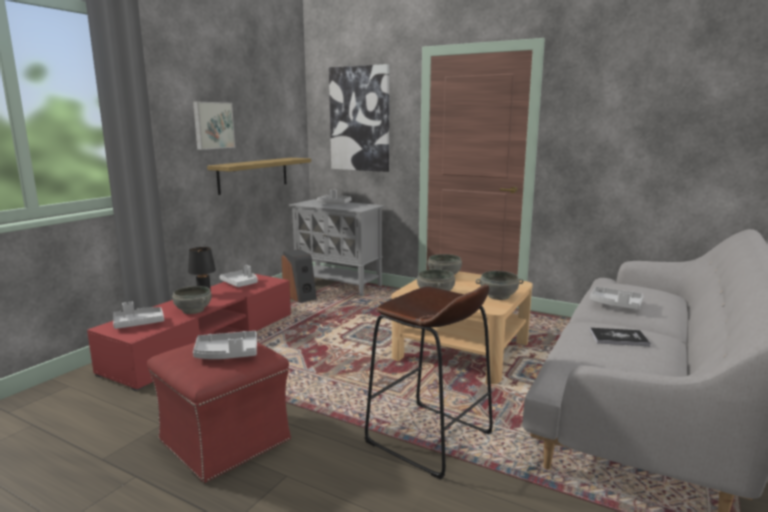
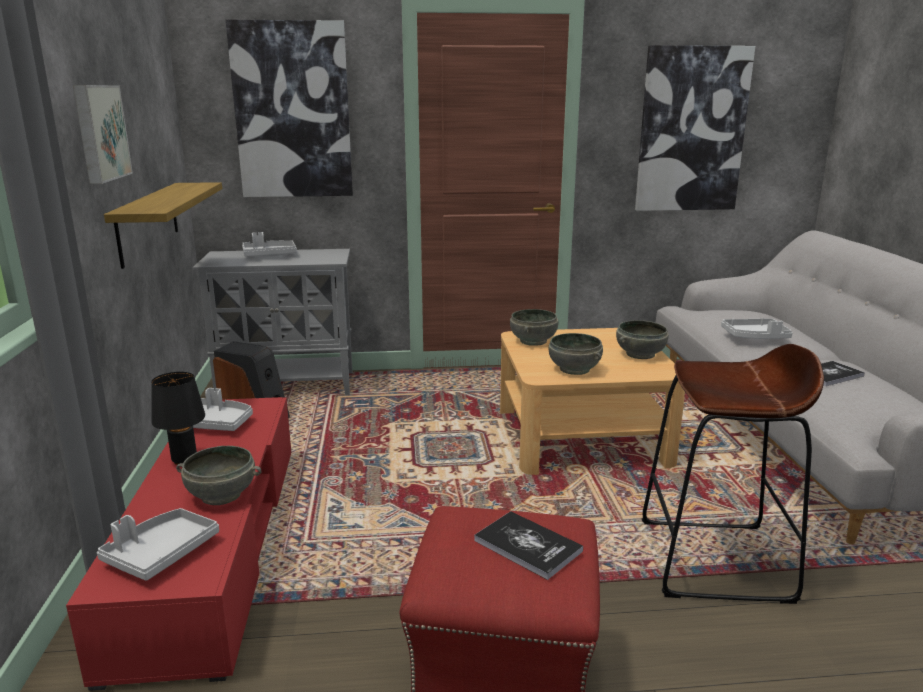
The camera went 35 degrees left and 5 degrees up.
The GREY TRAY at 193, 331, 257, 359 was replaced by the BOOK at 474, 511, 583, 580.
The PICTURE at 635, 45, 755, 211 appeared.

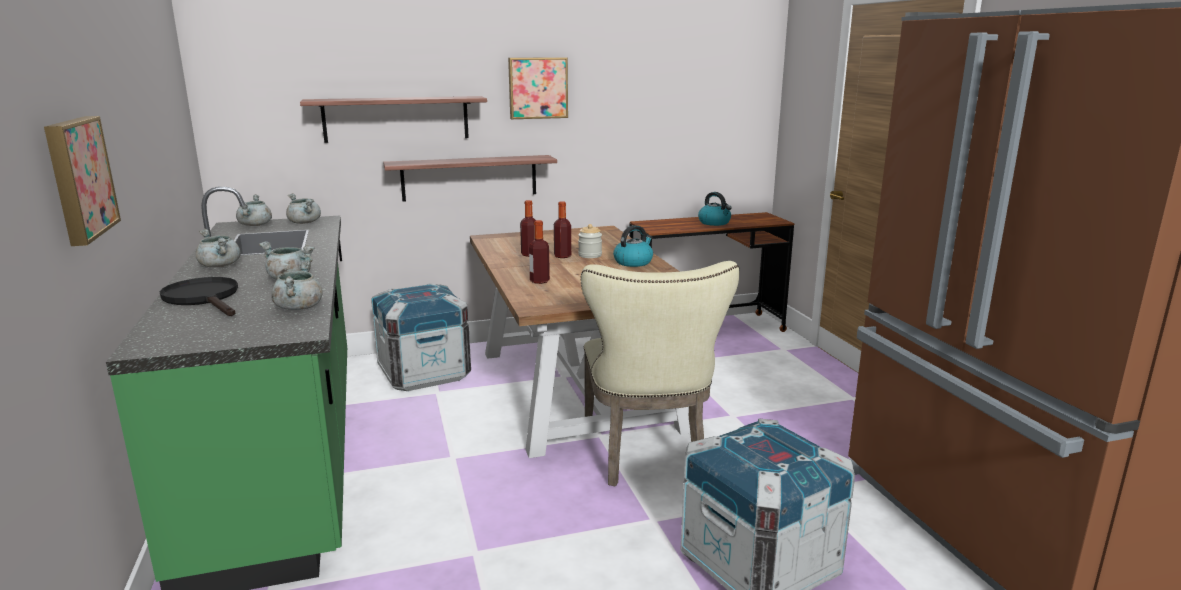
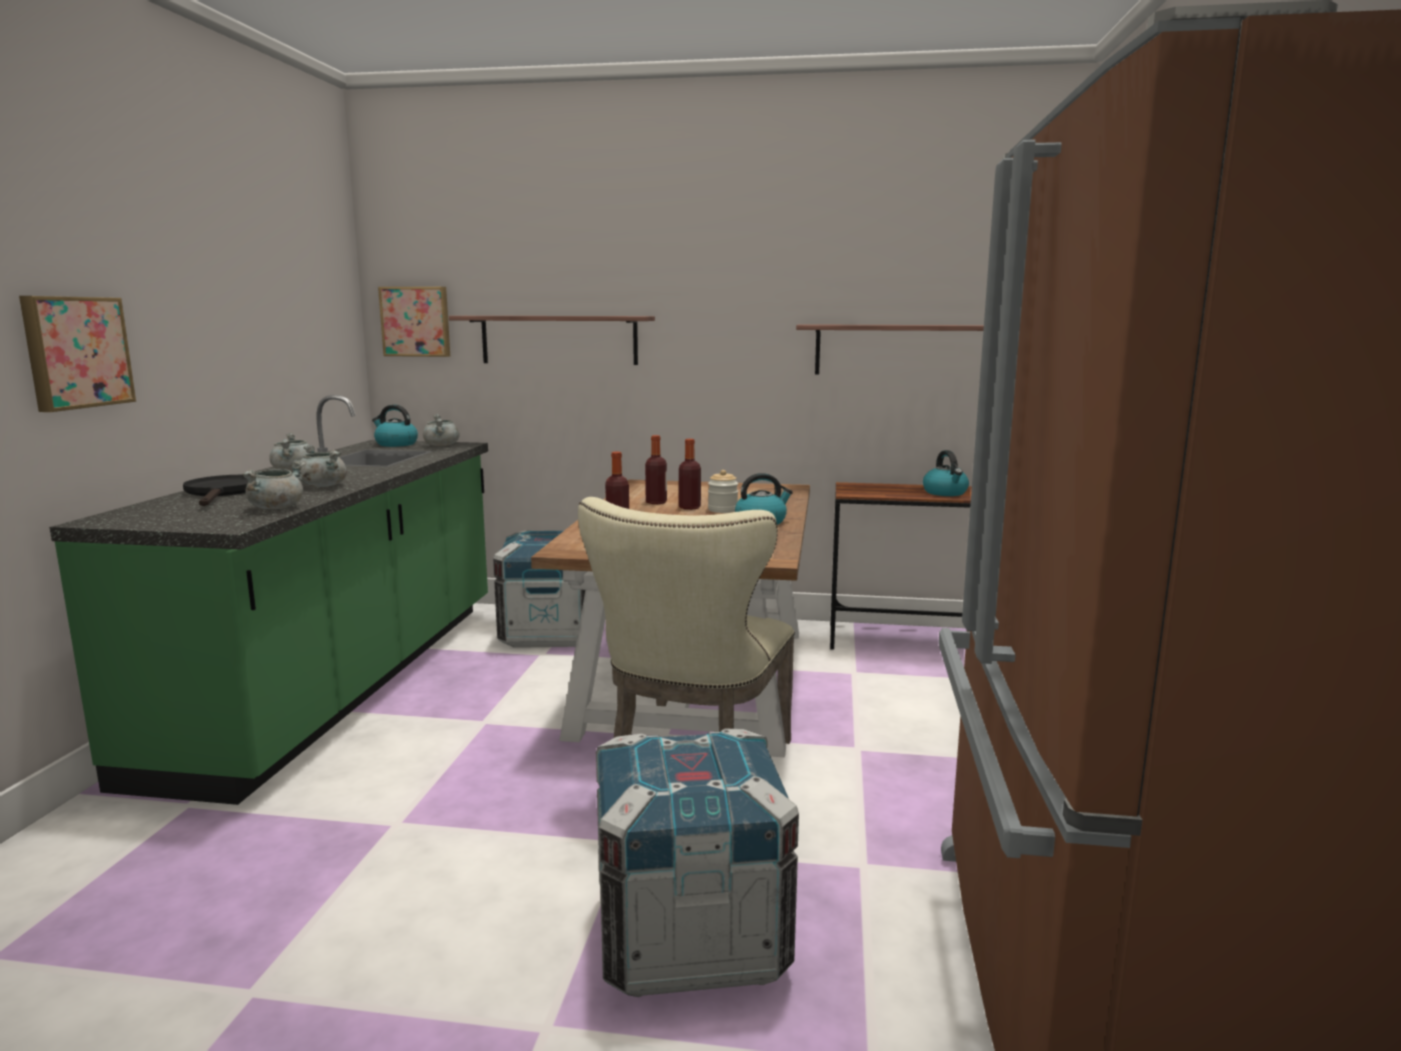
The camera went 25 degrees right and 5 degrees down.
The PICTURE moved from 508, 57, 568, 119 to 378, 287, 450, 357.
The SHELF moved from 383, 155, 557, 202 to 796, 324, 984, 375.
The GREY COOKING POT at 236, 194, 272, 226 was replaced by the KETTLE at 372, 405, 418, 447.

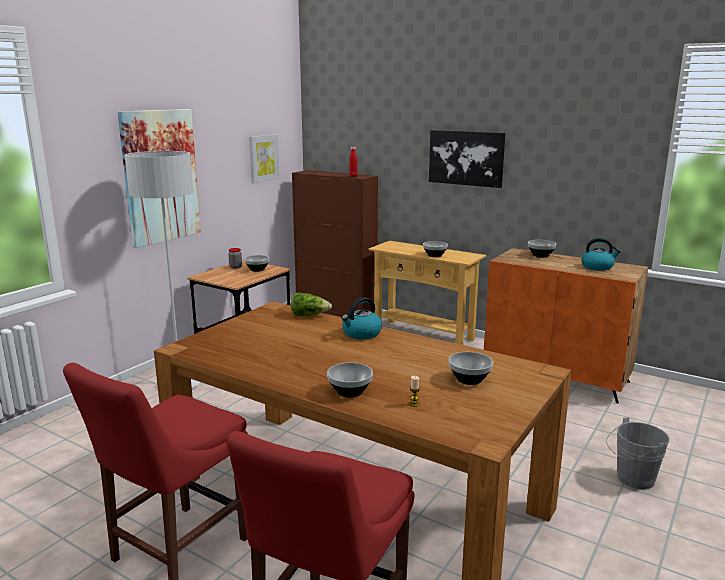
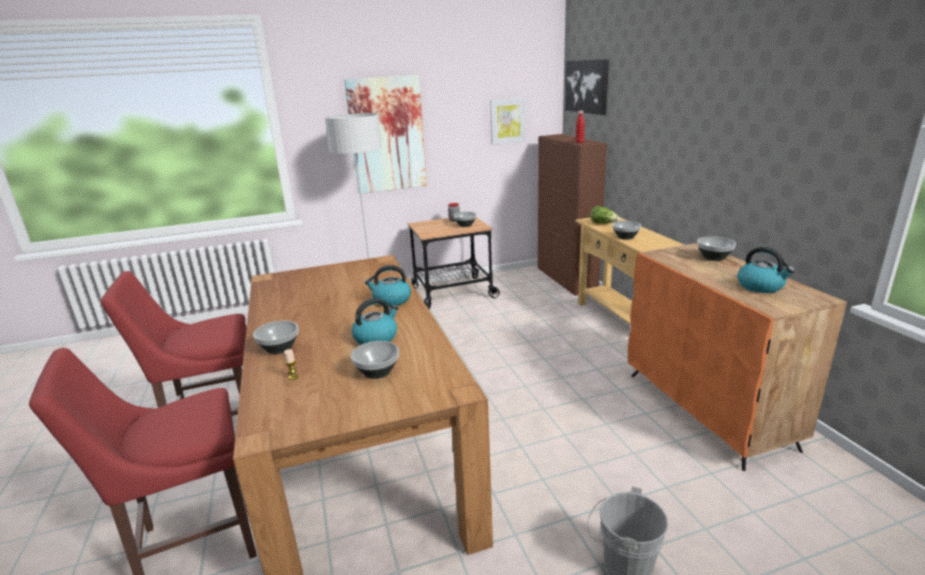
The camera went 40 degrees right and 5 degrees up.
The PICTURE moved from 429, 130, 505, 188 to 565, 59, 609, 115.
The LETTUCE moved from 291, 292, 332, 316 to 590, 206, 620, 224.
The KETTLE at 351, 298, 398, 345 appeared.

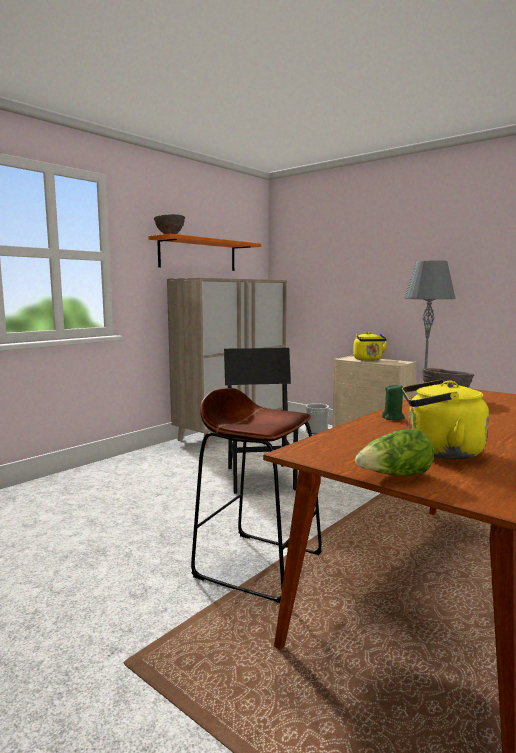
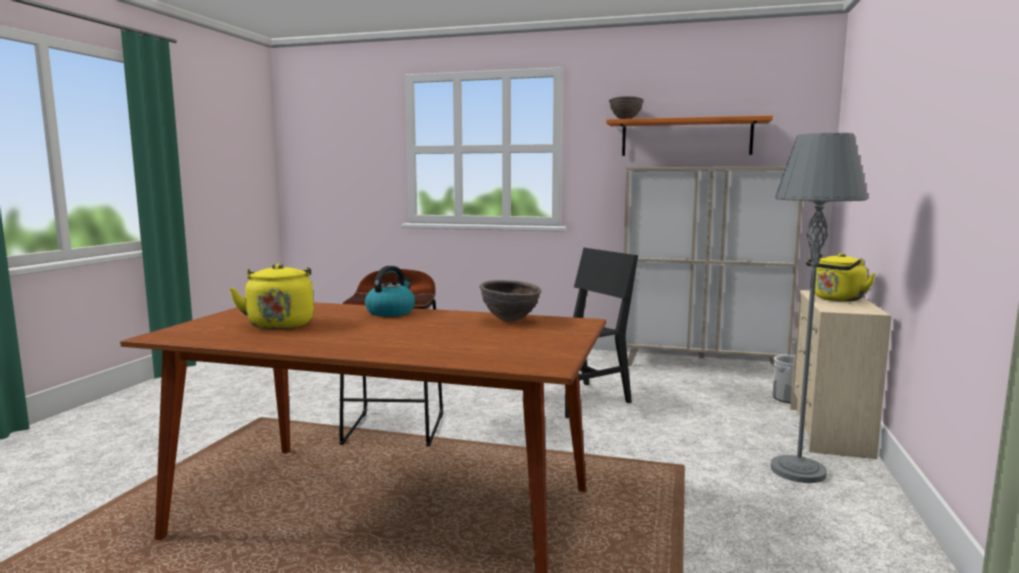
The camera went 65 degrees right and 0 degrees up.
The GREEN CANDLE at 382, 384, 405, 420 was replaced by the KETTLE at 365, 266, 415, 317.
The LETTUCE at 355, 428, 434, 476 disappeared.

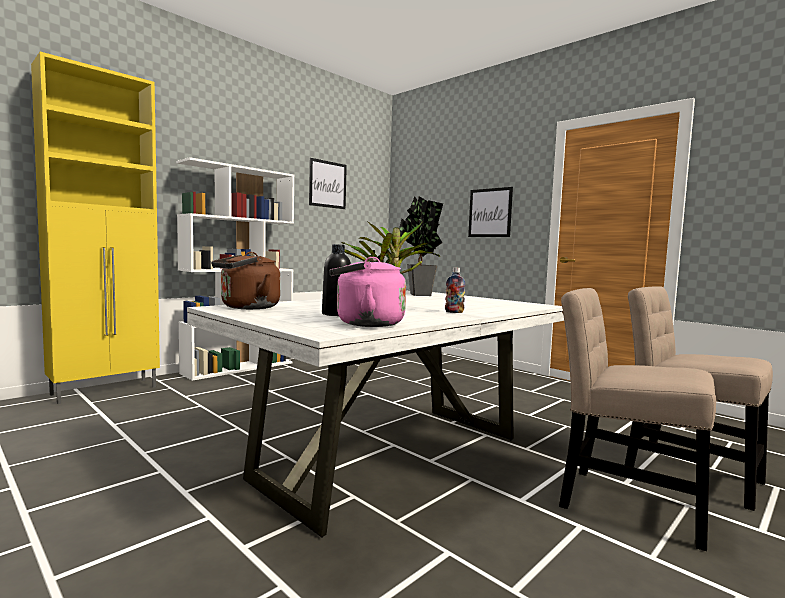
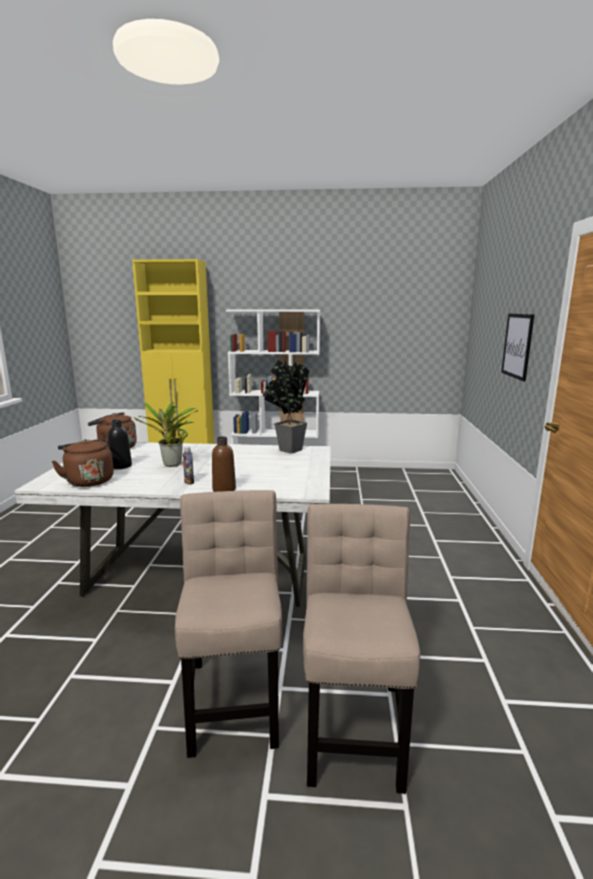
The camera went 50 degrees right and 10 degrees up.
The PICTURE at 309, 158, 347, 209 disappeared.
The PINK KETTLE at 329, 257, 406, 327 became the BROWN KETTLE at 51, 439, 114, 487.
The BROWN BOTTLE at 212, 436, 236, 492 appeared.

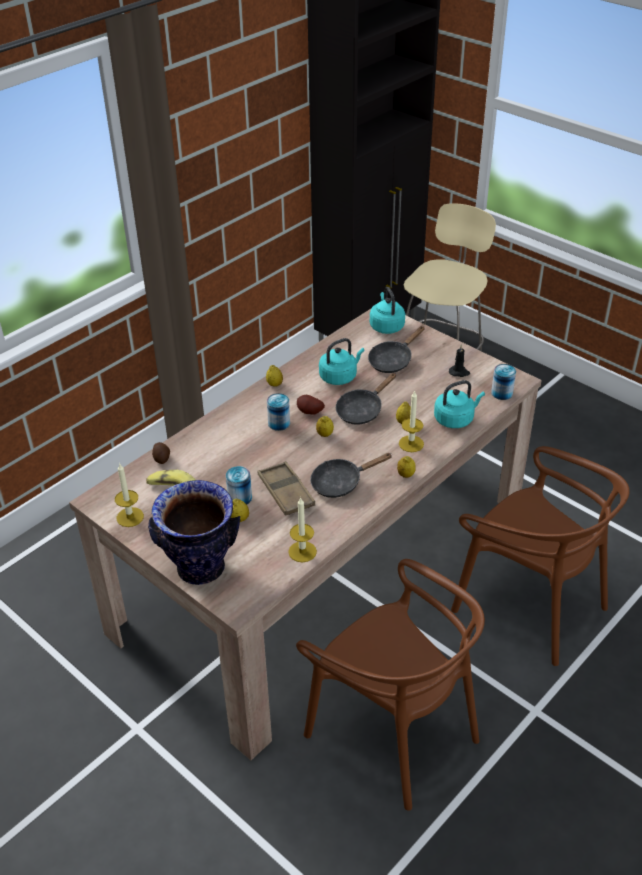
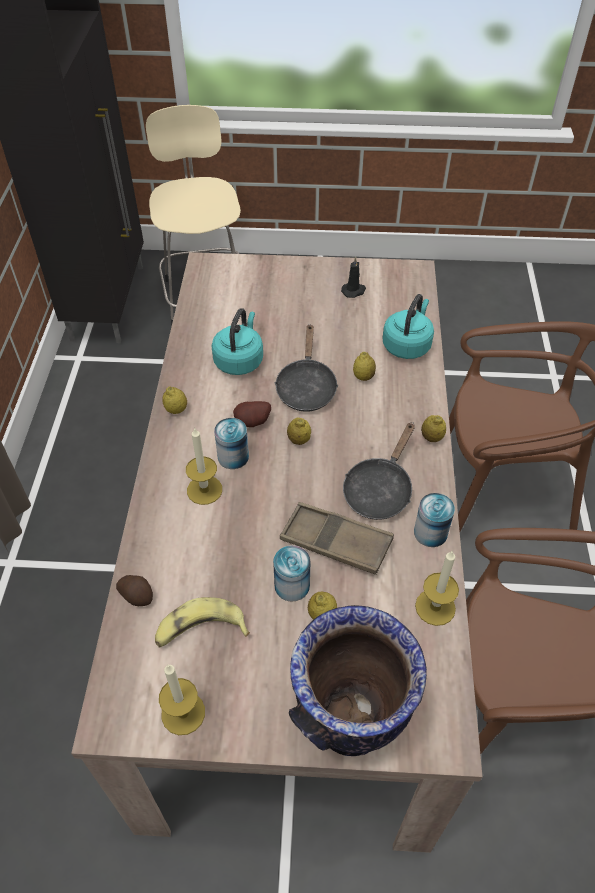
The camera went 40 degrees left and 10 degrees up.
The TURQUOISE KETTLE at 370, 287, 405, 334 disappeared.
The BLACK FRYING PAN at 368, 326, 425, 373 disappeared.
The CAN moved from 491, 364, 516, 400 to 414, 493, 455, 547.
The CANDLE moved from 399, 391, 424, 452 to 186, 428, 222, 505.

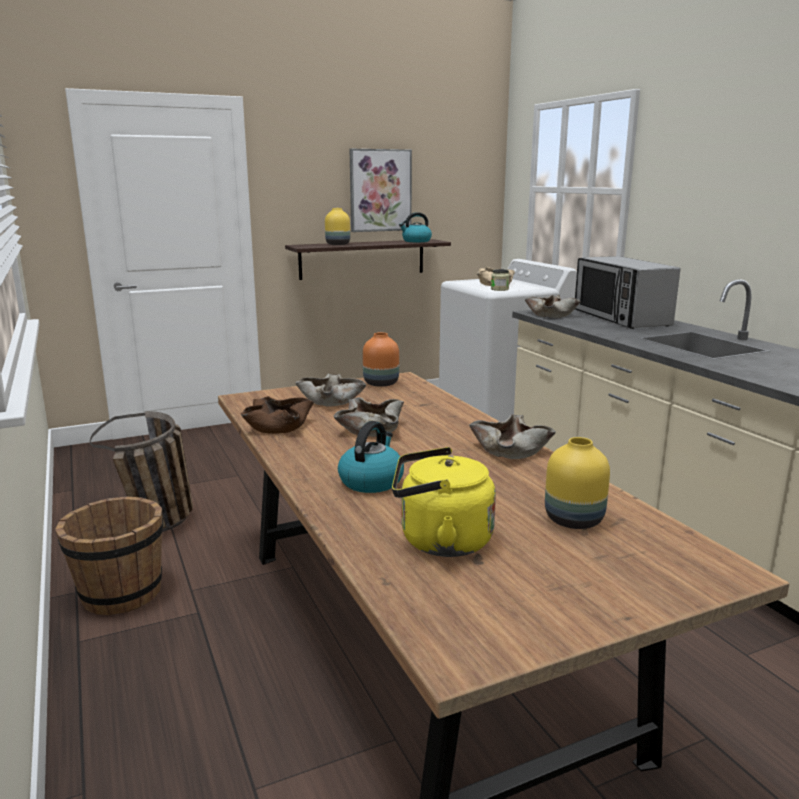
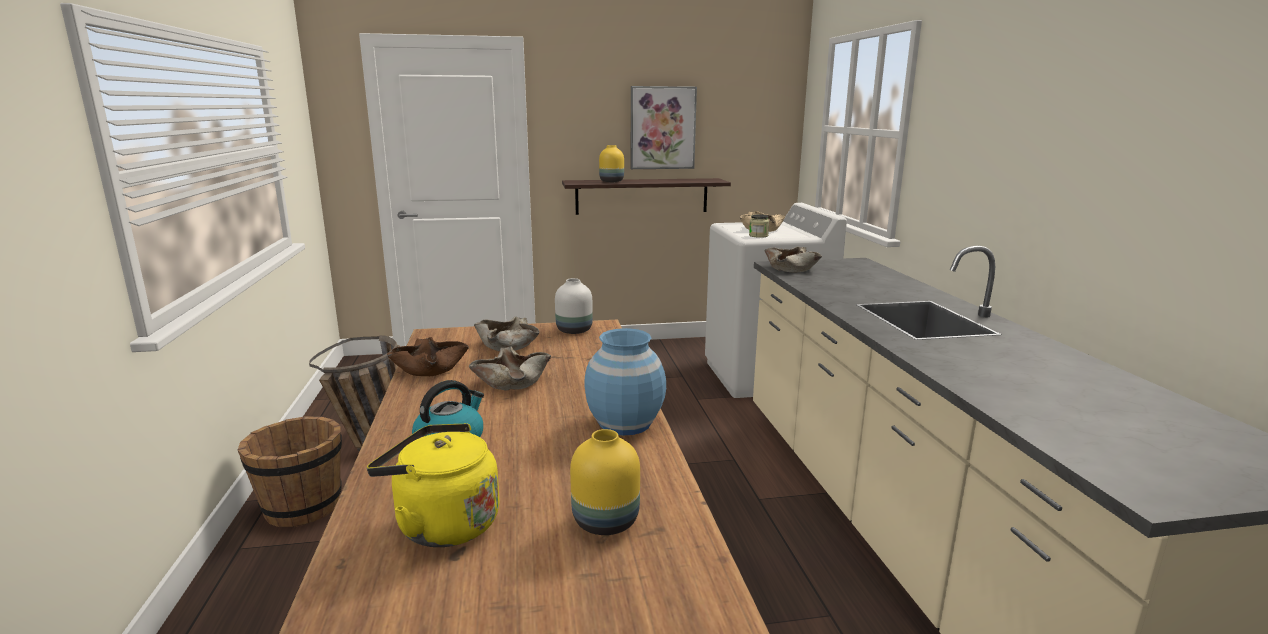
The camera went 15 degrees right and 0 degrees up.
The KETTLE at 399, 212, 432, 242 disappeared.
The MICROWAVE at 575, 256, 680, 329 disappeared.
The ORANGE VASE at 363, 332, 399, 387 became the WHITE VASE at 555, 278, 593, 334.
The BEIGE BOWL at 469, 414, 556, 459 was replaced by the BLUE VASE at 584, 328, 666, 435.

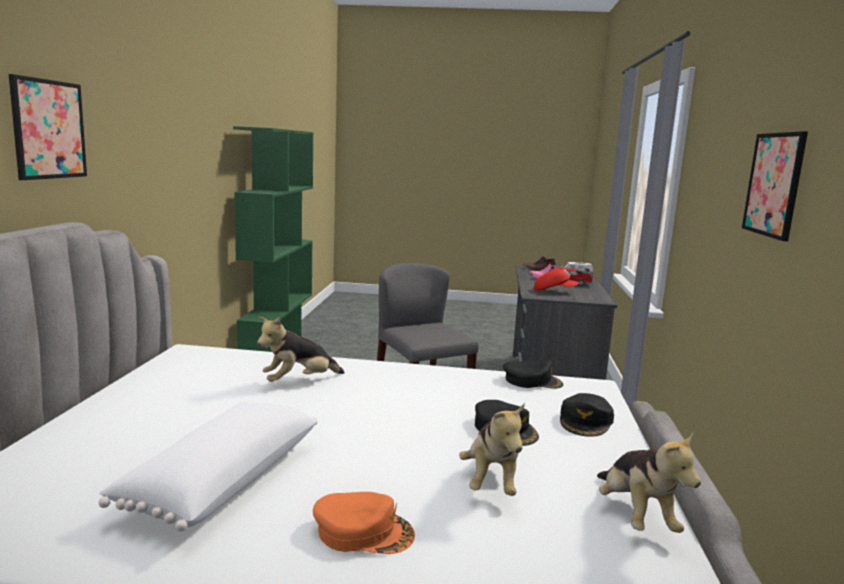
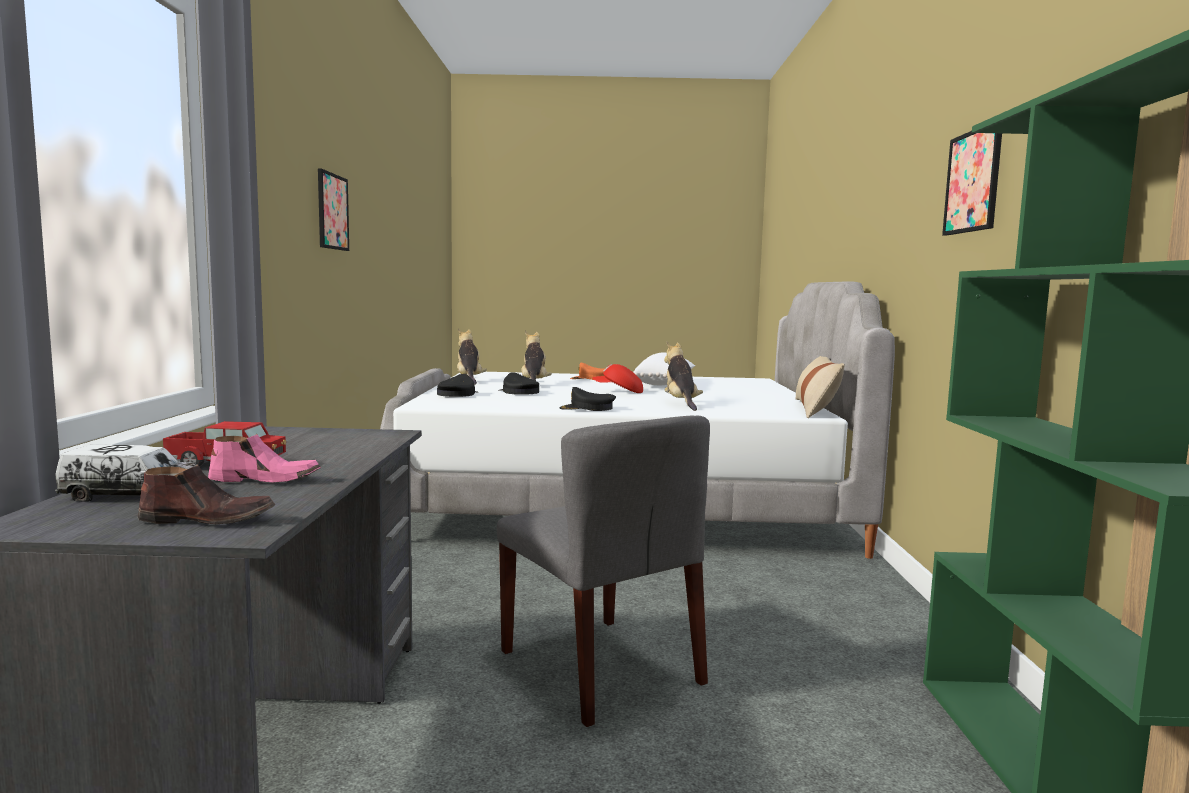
The camera went 175 degrees right and 5 degrees down.
The PICTURE moved from 9, 74, 87, 180 to 942, 131, 1002, 236.
The RED CAP moved from 534, 269, 579, 291 to 593, 364, 643, 393.
The PLUSH TOY at 257, 317, 345, 382 turned 60 degrees counterclockwise.
The BLACK CAP moved from 503, 360, 563, 388 to 560, 387, 616, 411.
The BEIGE PILLOW at 795, 356, 845, 418 appeared.

